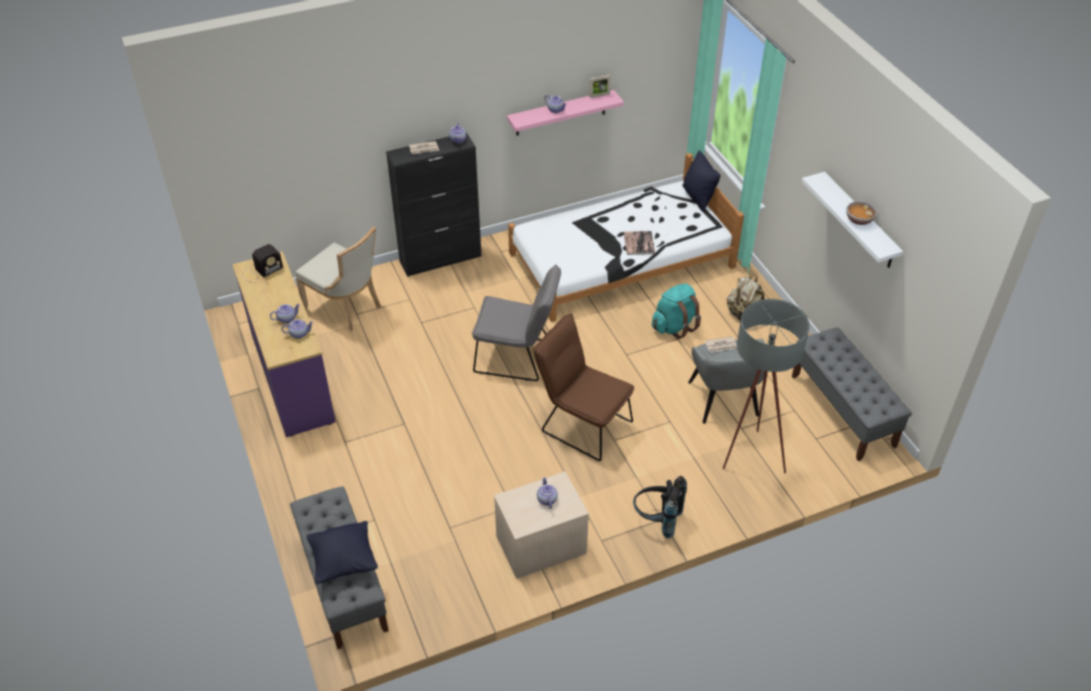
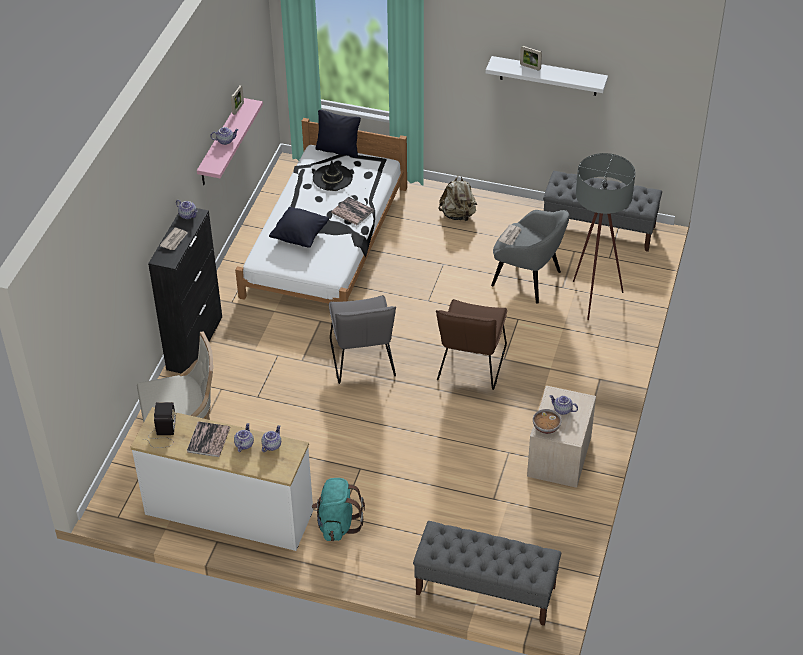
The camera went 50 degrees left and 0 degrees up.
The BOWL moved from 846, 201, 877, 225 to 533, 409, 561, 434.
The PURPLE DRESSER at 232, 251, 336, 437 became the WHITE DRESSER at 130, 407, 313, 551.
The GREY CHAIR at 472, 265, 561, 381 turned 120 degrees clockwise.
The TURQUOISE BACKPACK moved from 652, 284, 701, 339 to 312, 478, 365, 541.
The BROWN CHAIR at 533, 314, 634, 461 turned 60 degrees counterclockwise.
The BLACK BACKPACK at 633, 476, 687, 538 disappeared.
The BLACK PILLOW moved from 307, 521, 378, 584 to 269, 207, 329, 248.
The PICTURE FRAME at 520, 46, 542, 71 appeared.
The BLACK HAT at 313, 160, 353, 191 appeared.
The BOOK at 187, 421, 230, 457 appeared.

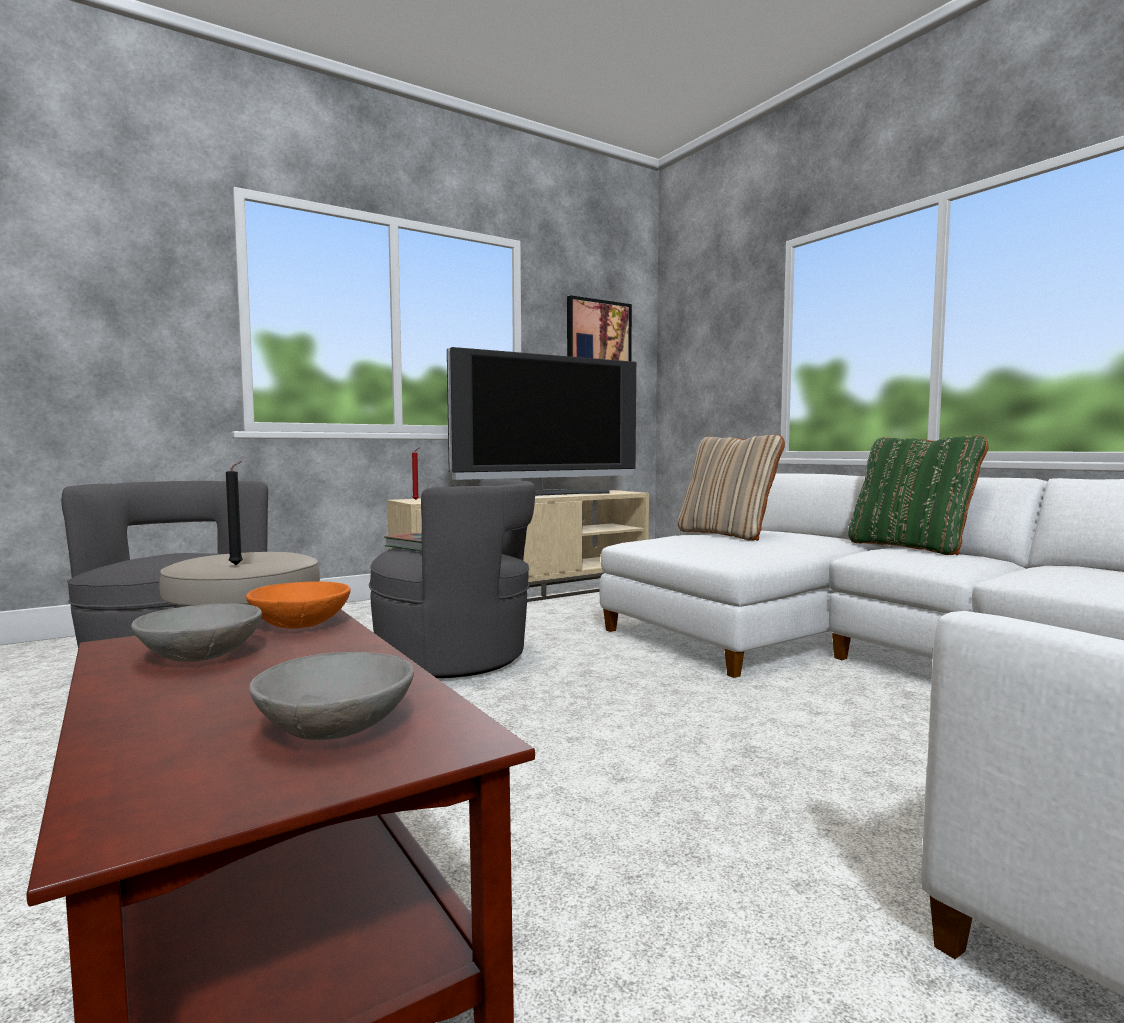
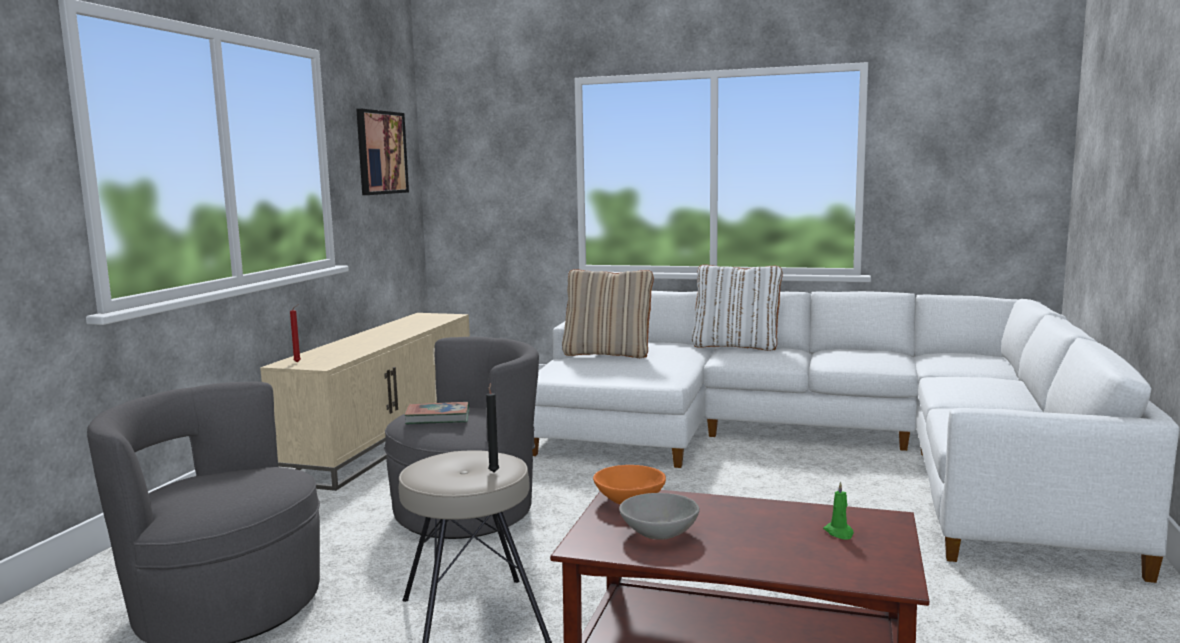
The camera went 40 degrees left and 5 degrees up.
The TELEVISION at 447, 347, 636, 496 disappeared.
The GREEN PILLOW at 848, 436, 988, 555 became the WHITE PILLOW at 692, 264, 782, 351.
The GREY BOWL at 249, 652, 414, 740 was replaced by the GREEN CANDLE at 823, 481, 854, 540.

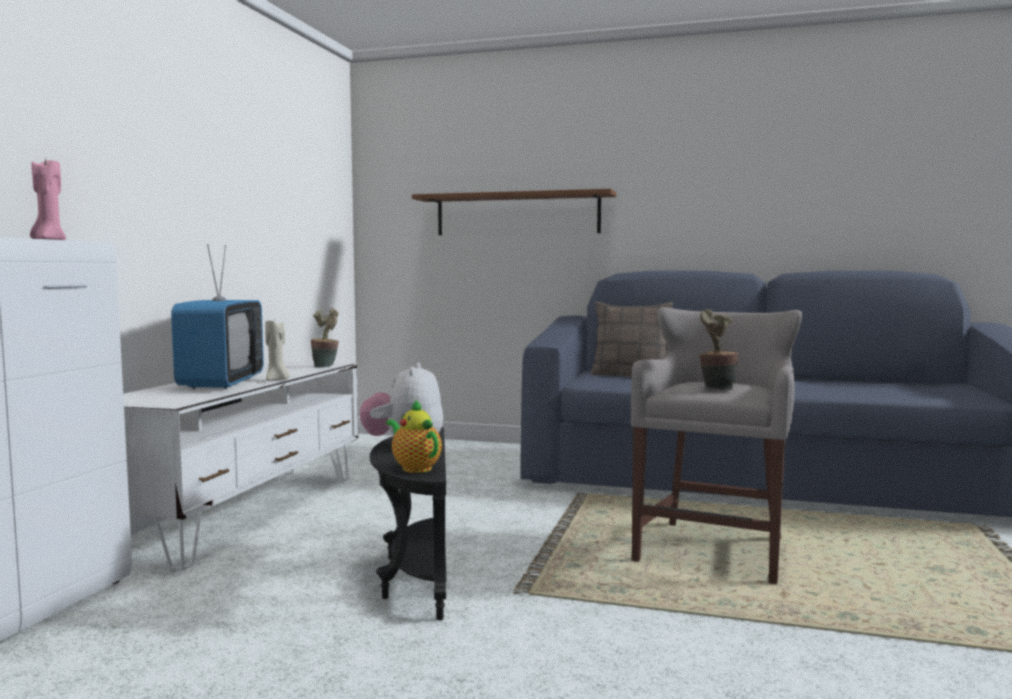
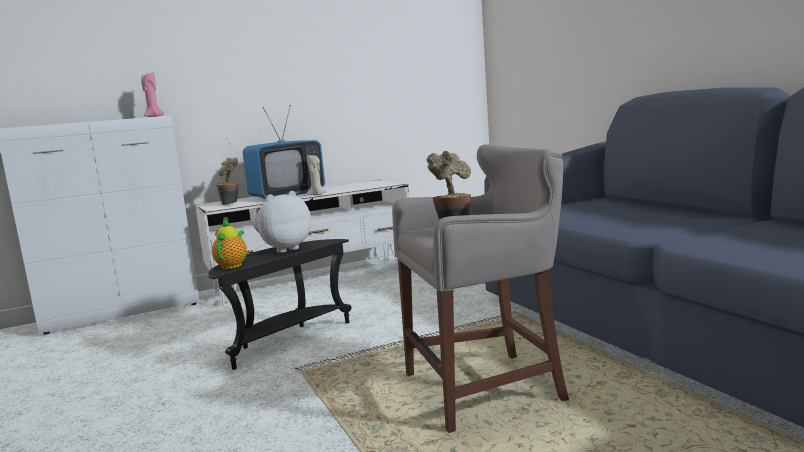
The camera went 50 degrees right and 5 degrees up.
The BROWN SHELF at 412, 189, 616, 235 disappeared.
The PILLOW at 591, 301, 673, 377 disappeared.
The POTTED PLANT moved from 311, 308, 339, 368 to 216, 158, 238, 205.

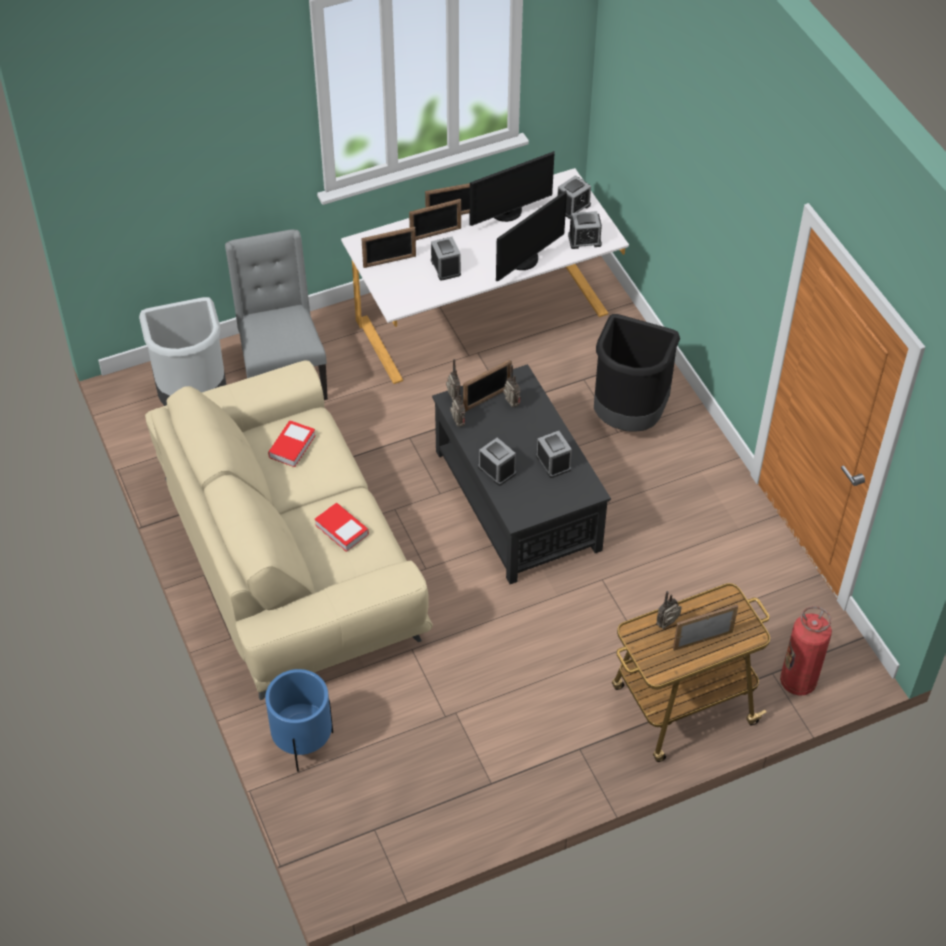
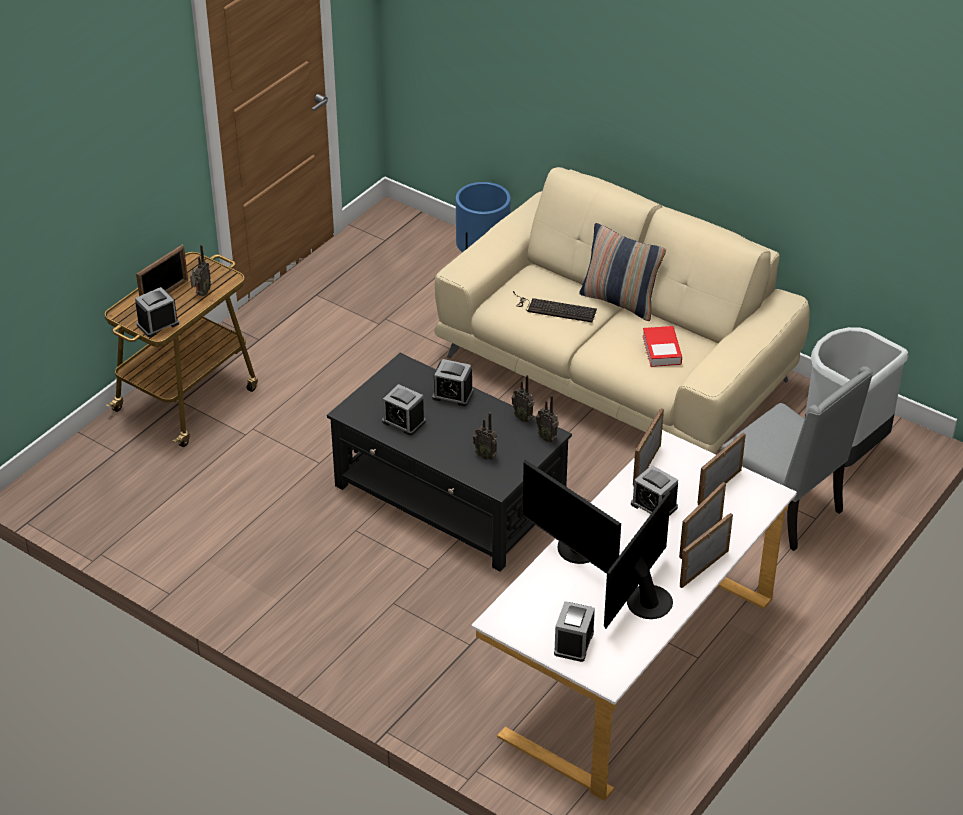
The camera went 150 degrees right and 10 degrees down.
The MONITOR at 496, 190, 567, 281 turned 60 degrees counterclockwise.
The ALARM CLOCK moved from 568, 211, 602, 249 to 135, 287, 179, 337.
The BLACK TRASH CAN at 594, 314, 680, 432 disappeared.
The PICTURE FRAME moved from 463, 359, 512, 411 to 633, 408, 664, 487.
The BOOK at 315, 503, 369, 552 was replaced by the KEYBOARD at 513, 291, 597, 322.
The FIRE EXTINGUISHER at 780, 606, 832, 696 disappeared.
The PILLOW at 579, 223, 666, 321 appeared.

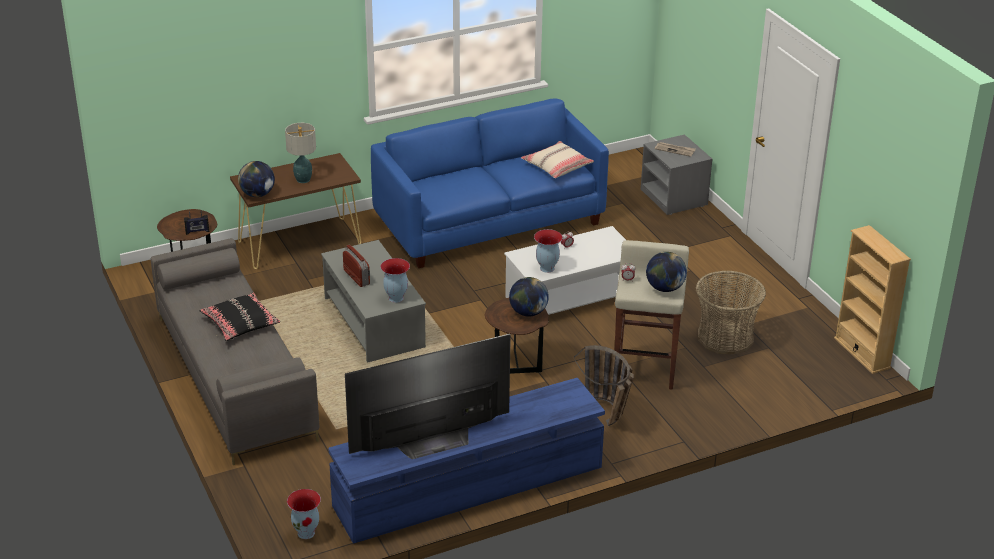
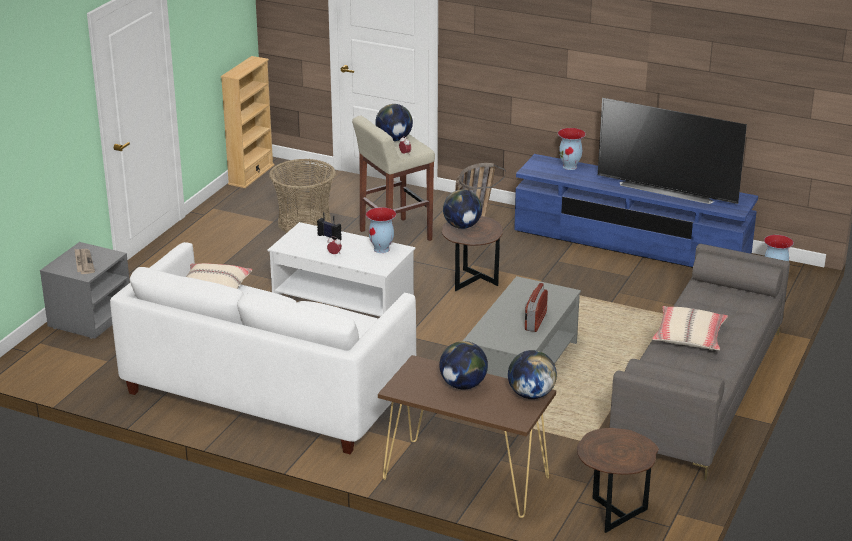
The camera went 130 degrees left and 5 degrees down.
The BLUE SOFA at 371, 98, 609, 268 became the WHITE SOFA at 110, 242, 416, 454.
The TABLE LAMP at 285, 123, 316, 183 was replaced by the GLOBE at 439, 341, 488, 390.
The RADIO moved from 184, 210, 209, 235 to 317, 212, 342, 240.
The VASE moved from 380, 258, 410, 303 to 558, 128, 586, 170.
The BLACK PILLOW at 199, 292, 280, 341 became the BEIGE PILLOW at 652, 306, 728, 350.

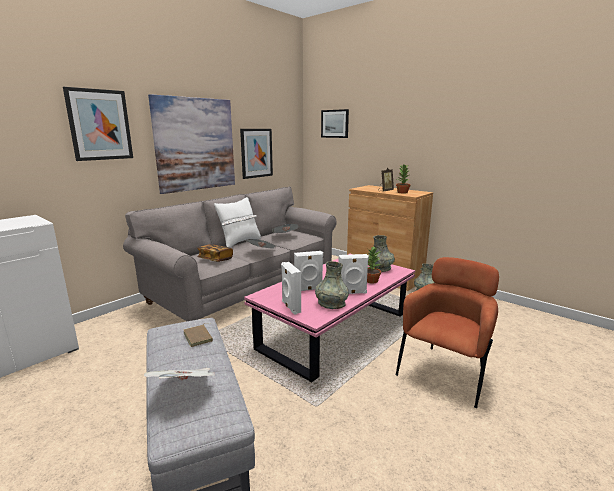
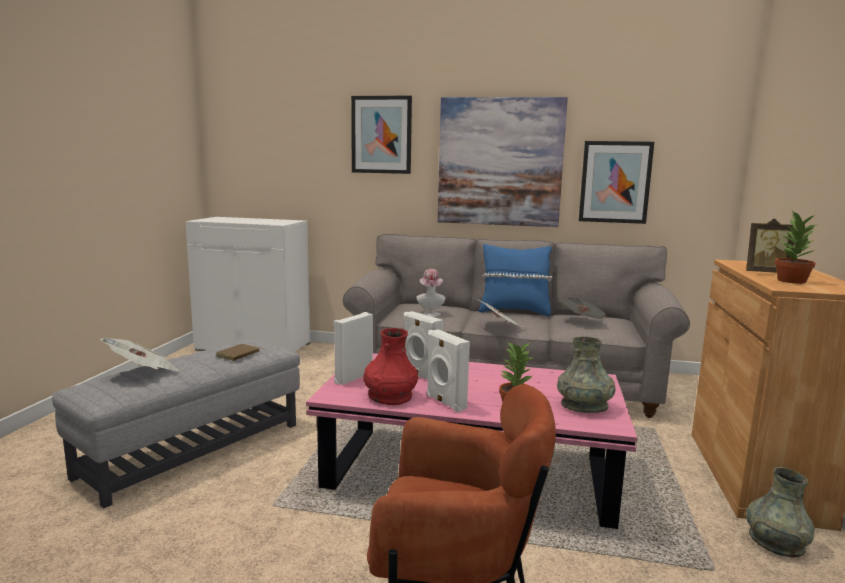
The camera went 60 degrees right and 5 degrees down.
The PICTURE at 321, 109, 349, 138 disappeared.
The WHITE PILLOW at 214, 197, 261, 248 became the BLUE PILLOW at 479, 244, 552, 316.
The BOOK at 197, 244, 233, 262 was replaced by the HAT at 416, 269, 446, 317.
The GREY VASE at 315, 261, 349, 309 became the RED VASE at 364, 328, 418, 405.

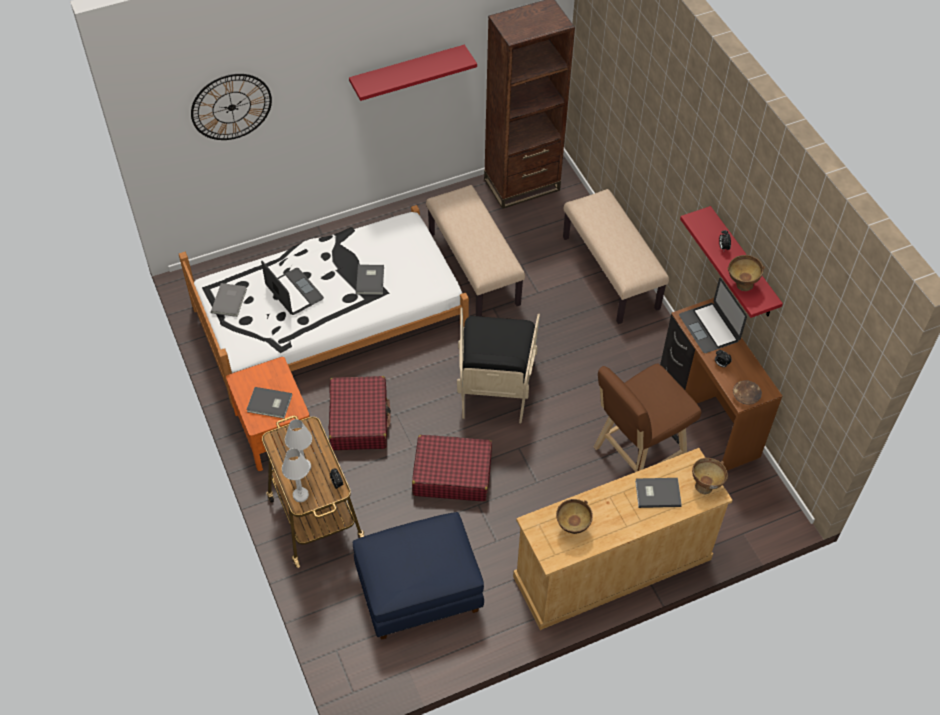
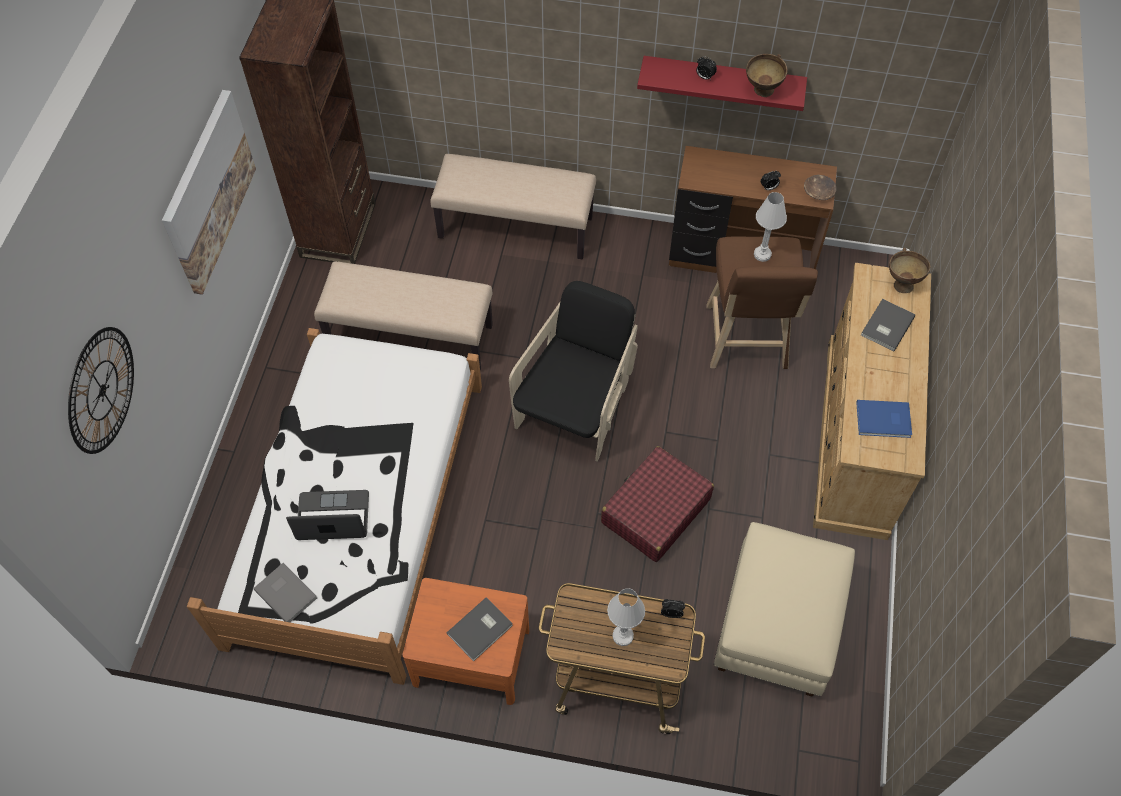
The camera went 55 degrees left and 5 degrees up.
The RED SHELF at 349, 45, 477, 101 was replaced by the PICTURE at 162, 90, 256, 295.
The GREY BOOK at 356, 265, 384, 295 disappeared.
The LAPTOP at 679, 278, 747, 353 disappeared.
The BLACK ARMCHAIR at 457, 308, 540, 423 turned 105 degrees counterclockwise.
The RED SUITCASE at 329, 376, 391, 450 disappeared.
The WHITE TABLE LAMP moved from 282, 448, 310, 502 to 754, 192, 787, 262.
The BROWN BOWL at 556, 499, 593, 534 was replaced by the BLUE BOOK at 856, 400, 912, 438.
The BLUE OTTOMAN at 353, 512, 484, 640 became the BEIGE OTTOMAN at 714, 522, 855, 696.

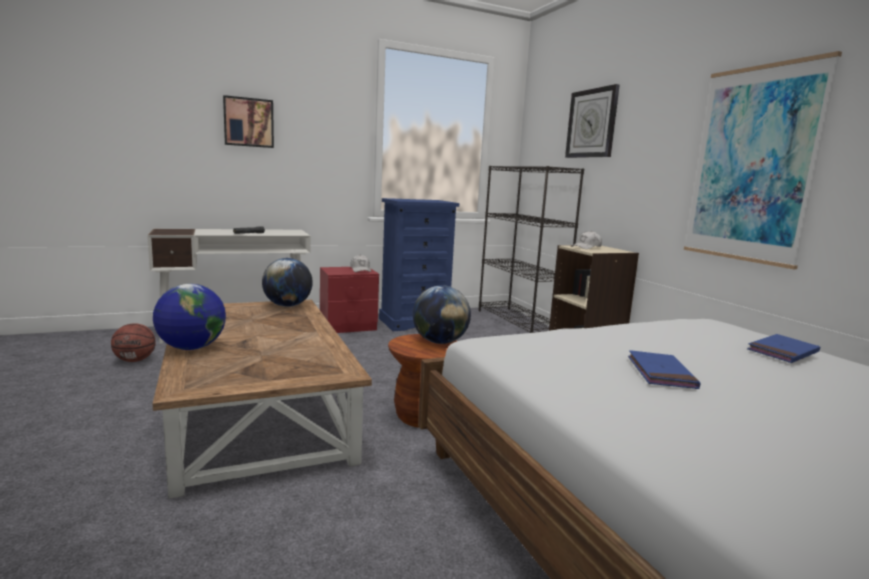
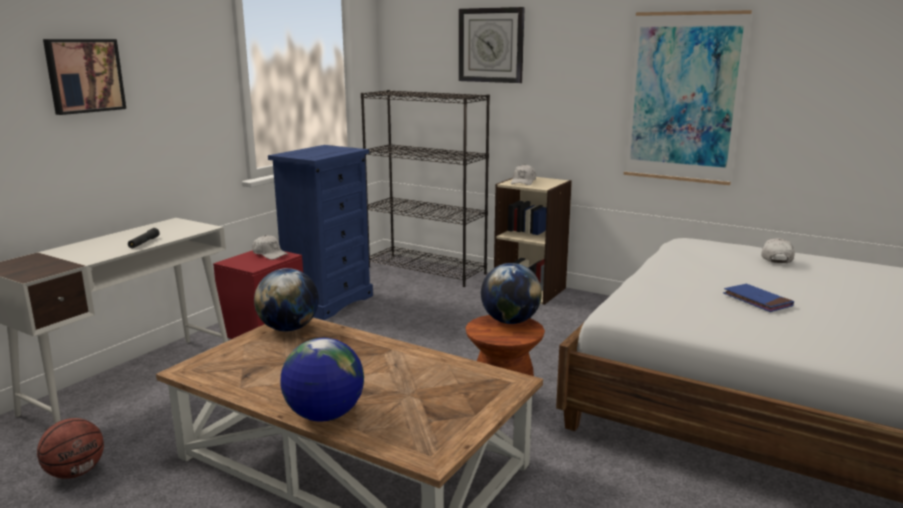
The camera went 35 degrees left and 5 degrees up.
The BLUE BOOK at 747, 334, 820, 363 was replaced by the WHITE CAP at 761, 238, 795, 263.

